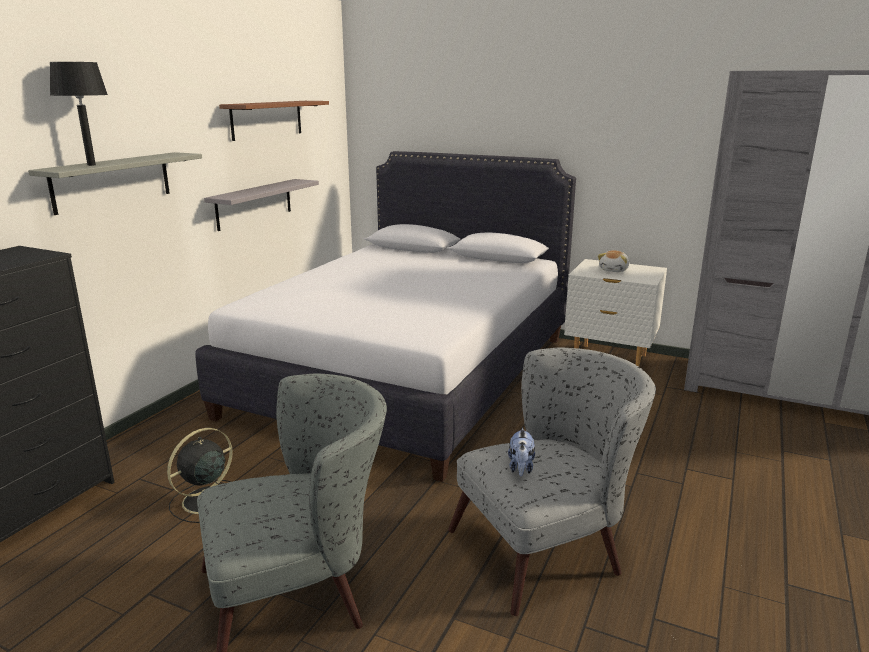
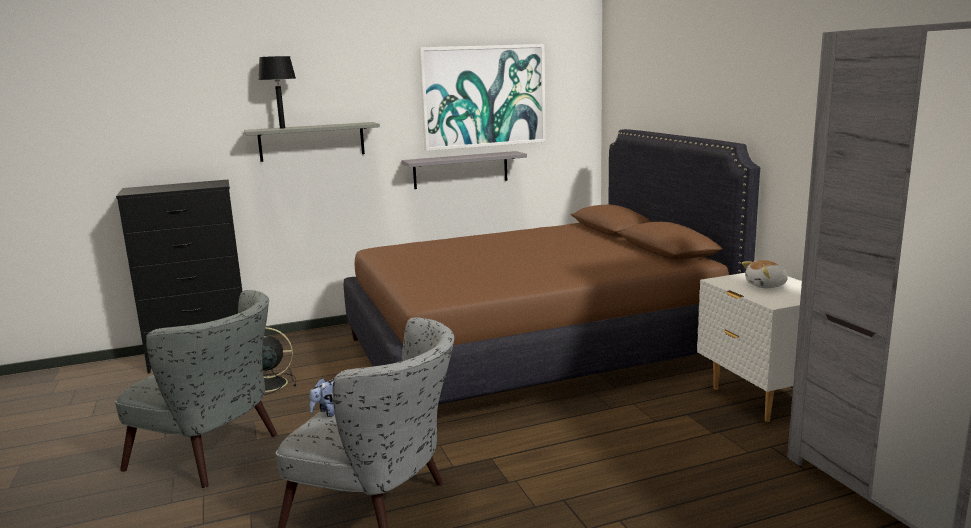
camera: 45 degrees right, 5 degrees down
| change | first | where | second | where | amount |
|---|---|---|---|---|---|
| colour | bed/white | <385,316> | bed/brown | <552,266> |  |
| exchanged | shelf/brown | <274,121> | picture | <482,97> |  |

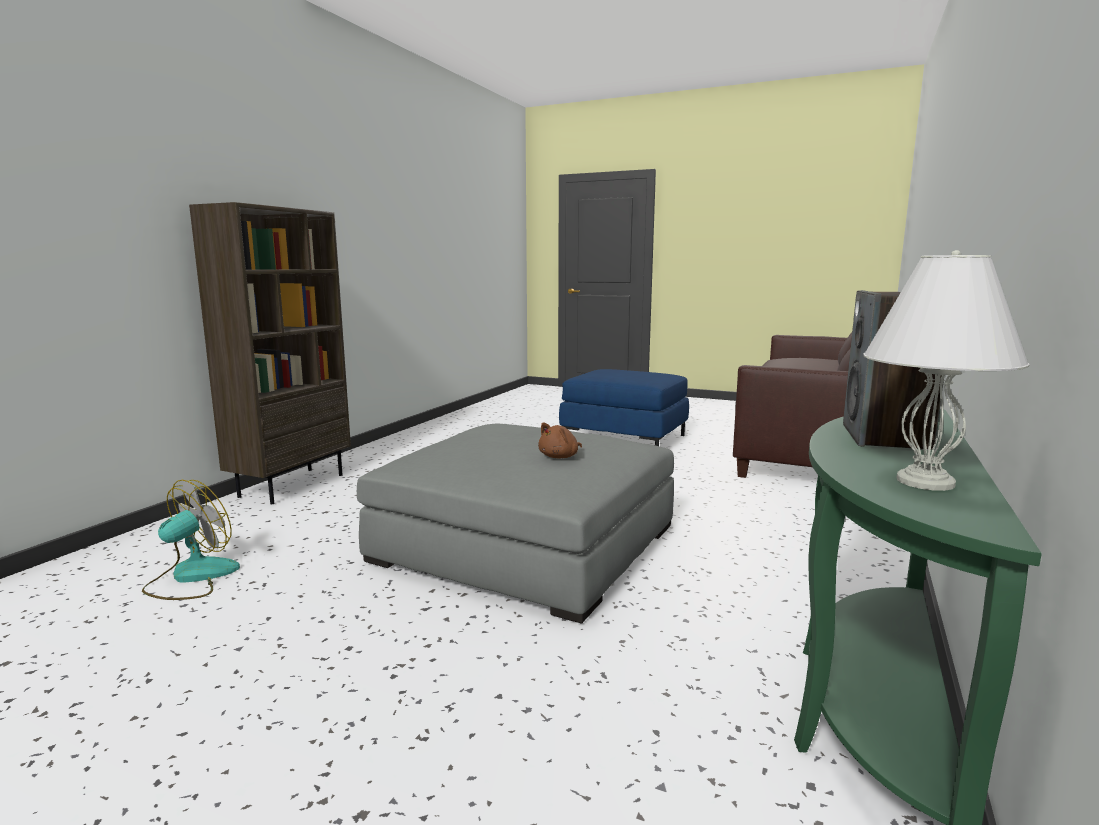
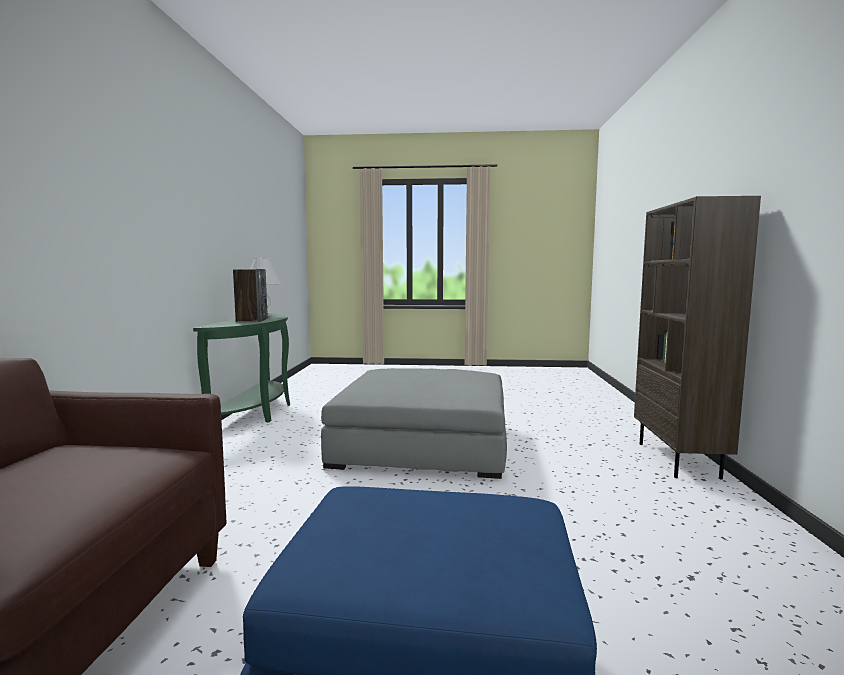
camera: 160 degrees right, 5 degrees down
| change | first | where | second | where | amount |
|---|---|---|---|---|---|
| missing | fan | <191,540> |  |  |  |
| missing | plush toy/brown | <560,440> |  |  |  |

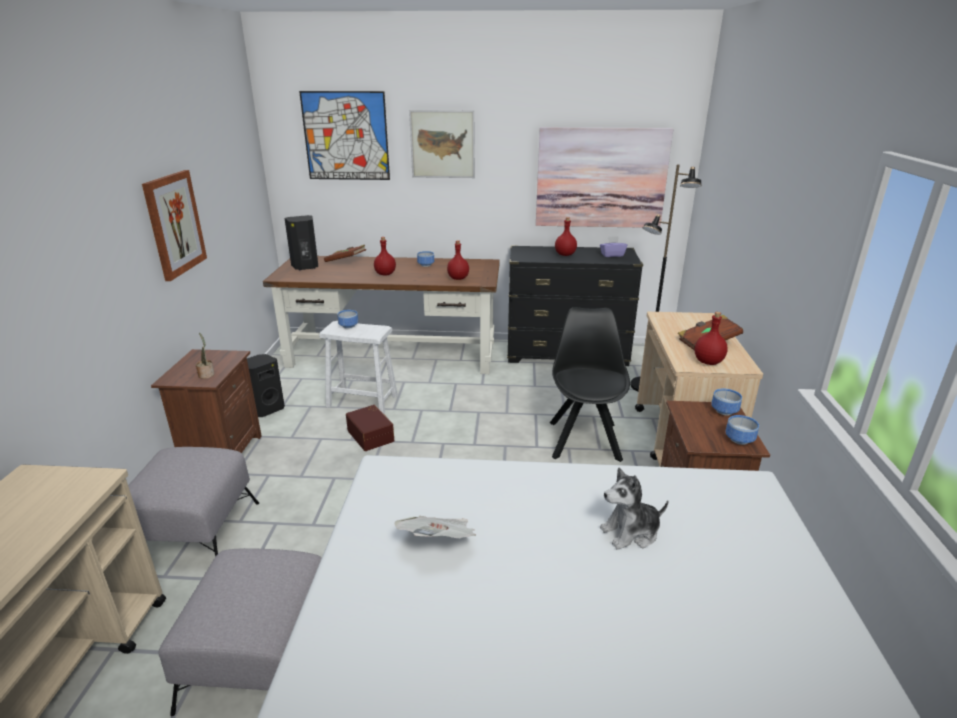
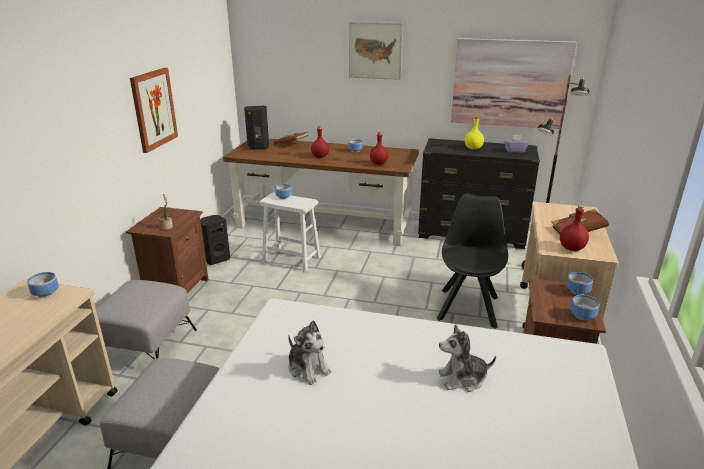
camera: 10 degrees right, 0 degrees up
| change | first | where | second | where | amount |
|---|---|---|---|---|---|
| missing | picture | <344,135> |  |  |  |
| missing | storage box/brown | <370,428> |  |  |  |
| exchanged | newspaper | <435,527> | plush toy | <310,353> |  |
| colour | bottle/red | <566,236> | bottle/yellow | <474,133> |  |
| appeared |  |  | bowl | <43,285> |  |

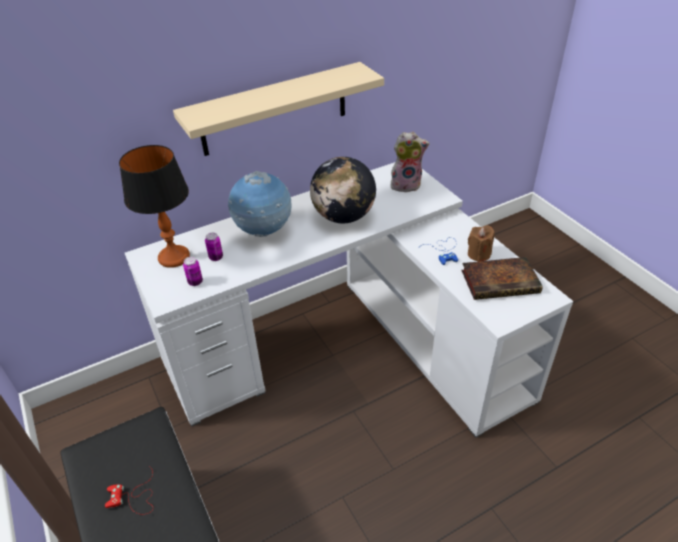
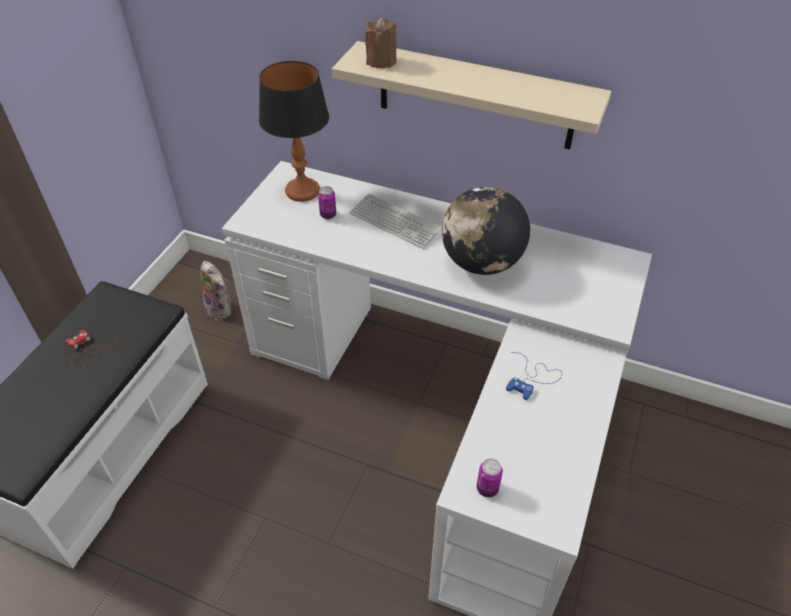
camera: 50 degrees right, 5 degrees up
| change | first | where | second | where | amount |
|---|---|---|---|---|---|
| relocated | can | <193,271> |  | <490,477> |  |
| exchanged | globe | <260,204> | keyboard | <395,221> |  |
| relocated | plush toy | <410,162> |  | <215,290> |  |
| missing | book | <502,278> |  |  |  |
| relocated | candle/brown | <481,243> |  | <381,42> |  |

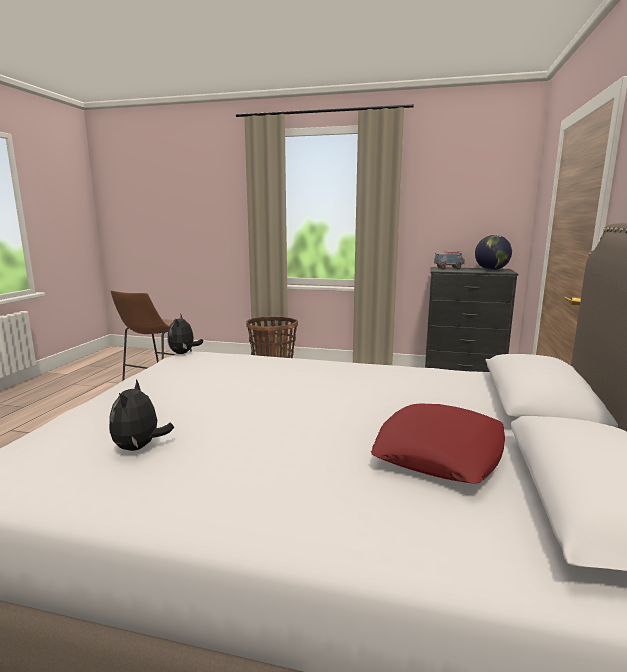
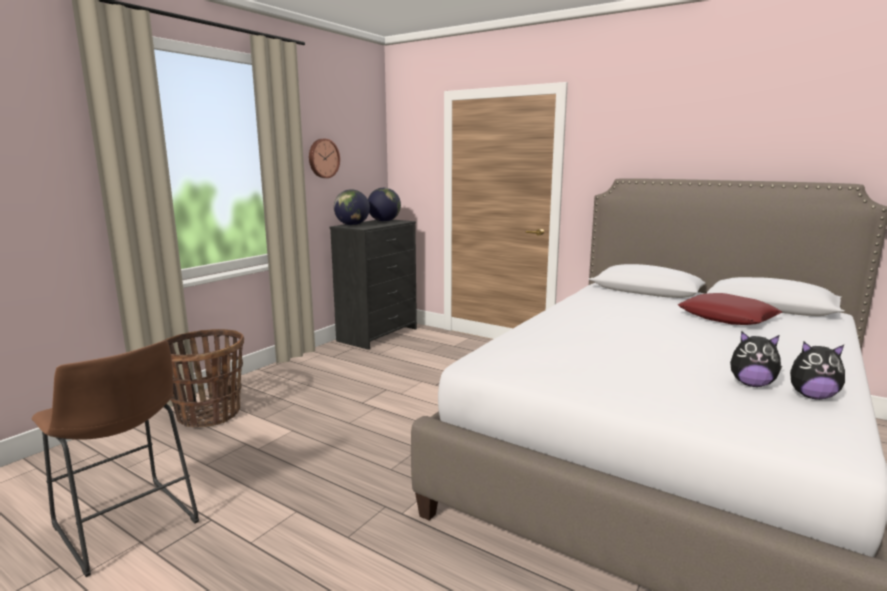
camera: 70 degrees left, 0 degrees up
| change | first | where | second | where | amount |
|---|---|---|---|---|---|
| relocated | plush toy | <185,334> |  | <817,371> |  |
| exchanged | toy truck | <449,260> | globe | <352,207> |  |
| appeared |  |  | wall clock | <324,158> |  |

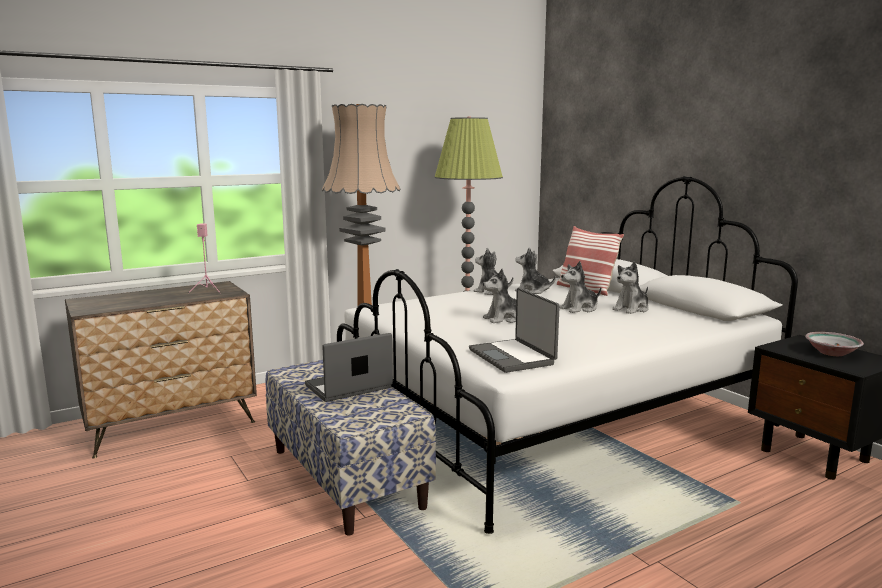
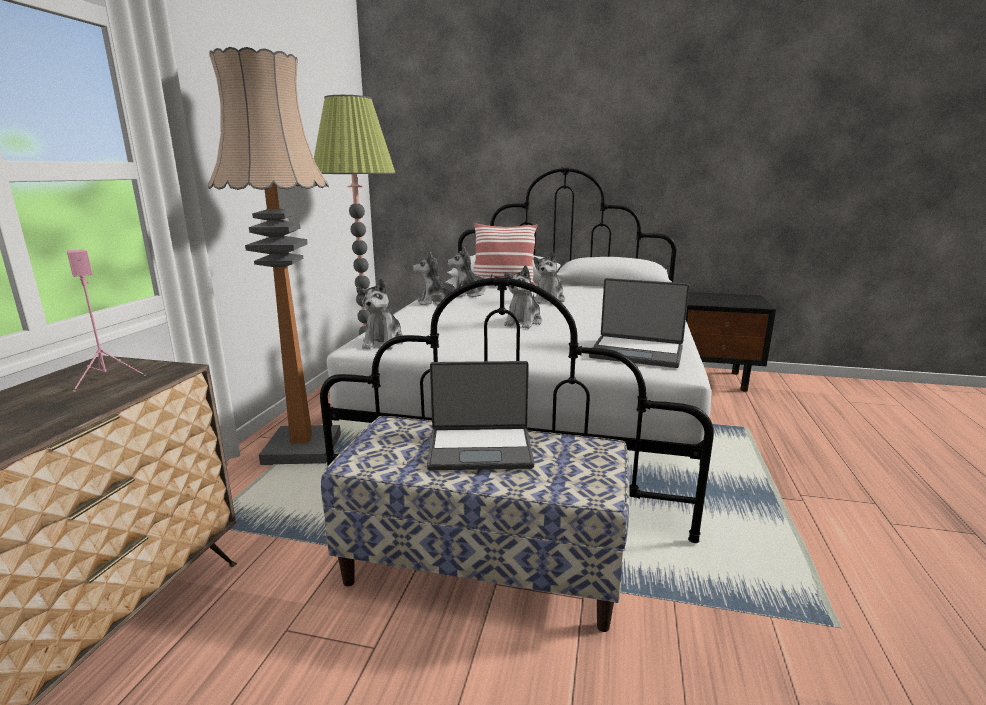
camera: 45 degrees left, 5 degrees up
| change | first | where | second | where | amount |
|---|---|---|---|---|---|
| spun | laptop | <349,367> |  | <480,415> | 105 degrees counterclockwise |
| relocated | plush toy | <630,287> |  | <379,314> |  |
| missing | bowl | <834,344> |  |  |  |

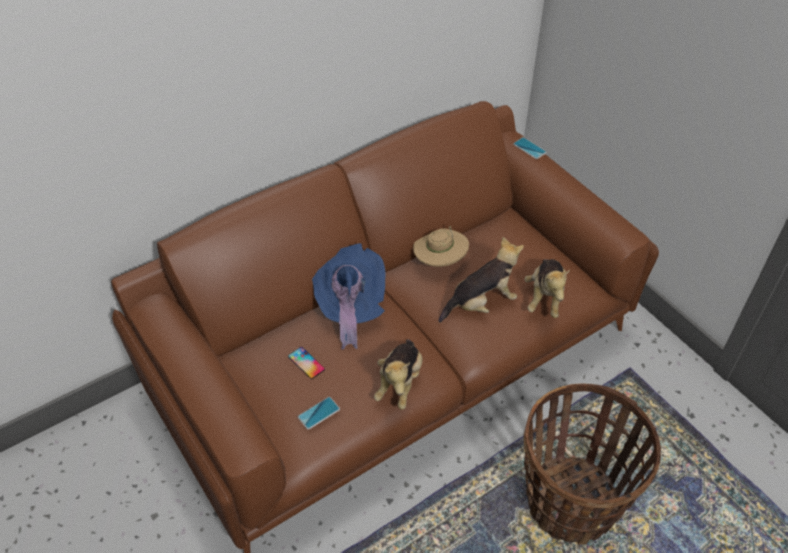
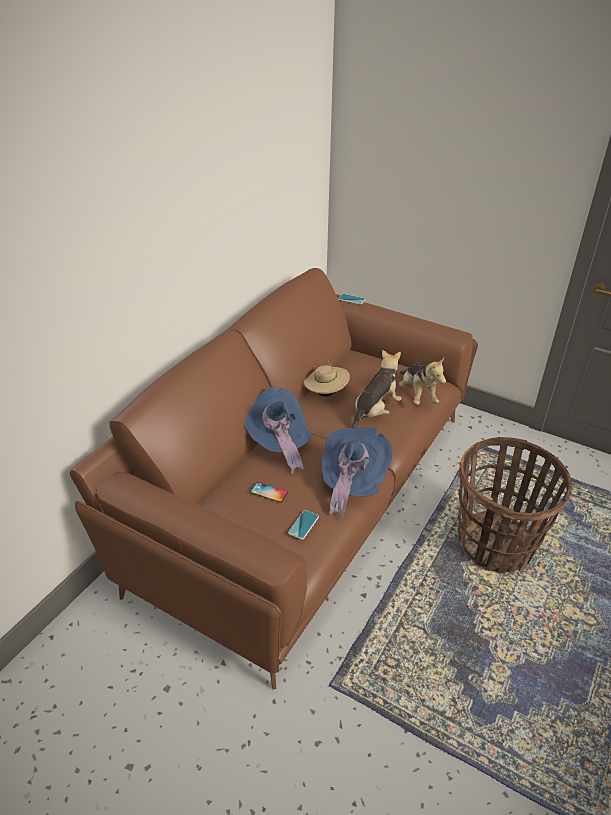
camera: 25 degrees left, 10 degrees down
| change | first | where | second | where | amount |
|---|---|---|---|---|---|
| exchanged | plush toy | <398,374> | hat/blue | <357,472> |  |

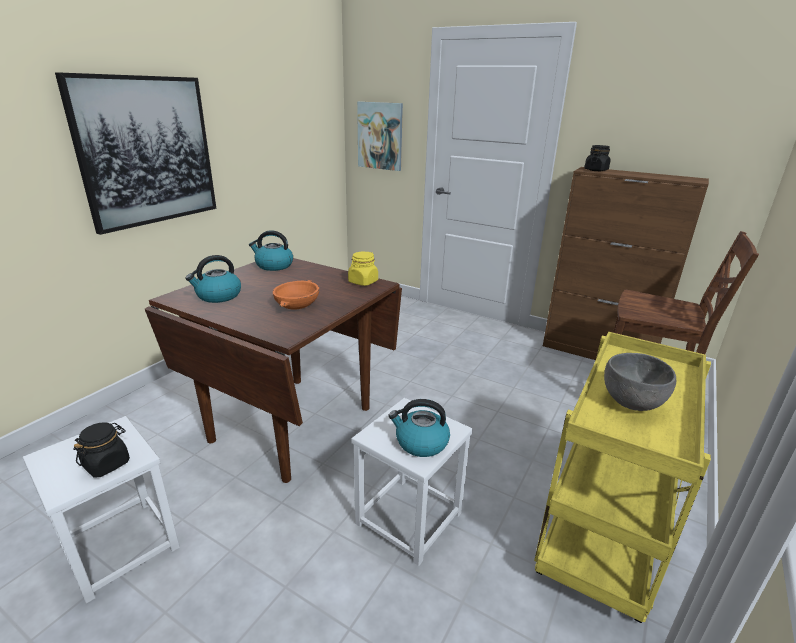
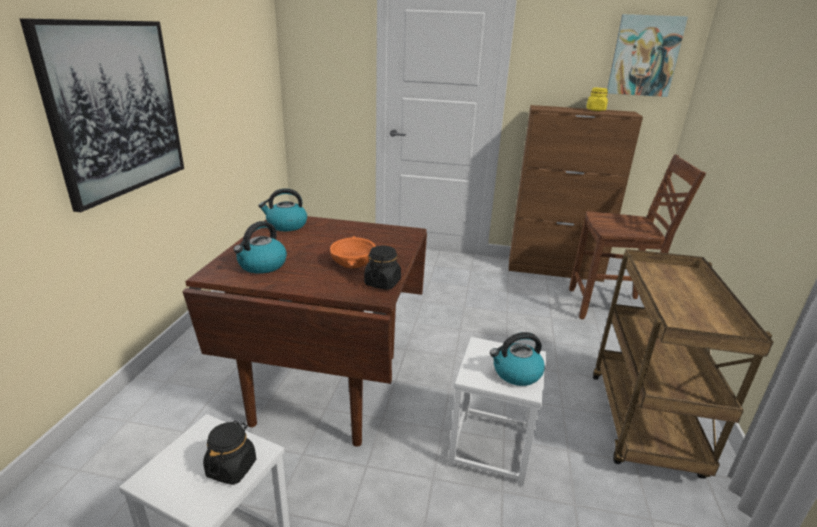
camera: 20 degrees left, 0 degrees up
| change | first | where | second | where | amount |
|---|---|---|---|---|---|
| relocated | jar/yellow | <363,269> |  | <597,99> |  |
| relocated | picture | <380,136> |  | <647,55> |  |
| colour | cart/yellow | <622,477> | cart/brown | <683,364> |  |
| relocated | jar/black | <597,158> |  | <382,268> |  |
| missing | bowl/grey | <640,382> |  |  |  |

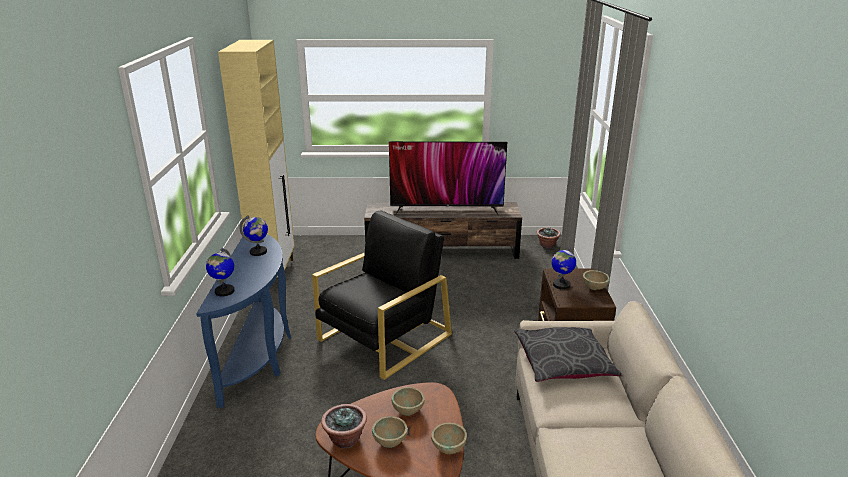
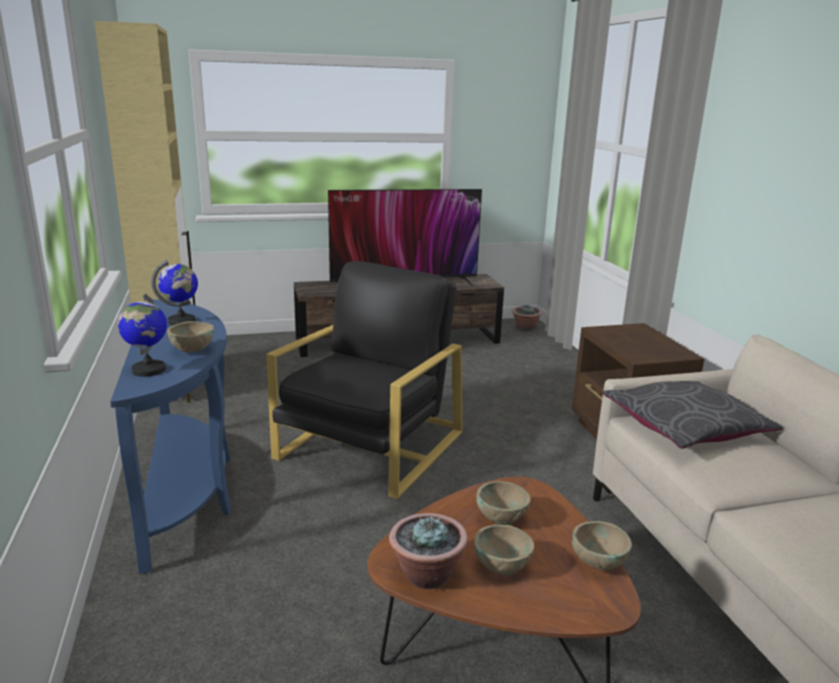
camera: 15 degrees left, 5 degrees down
| change | first | where | second | where | amount |
|---|---|---|---|---|---|
| missing | globe | <563,268> |  |  |  |
| relocated | bowl/beige | <596,280> |  | <190,336> |  |

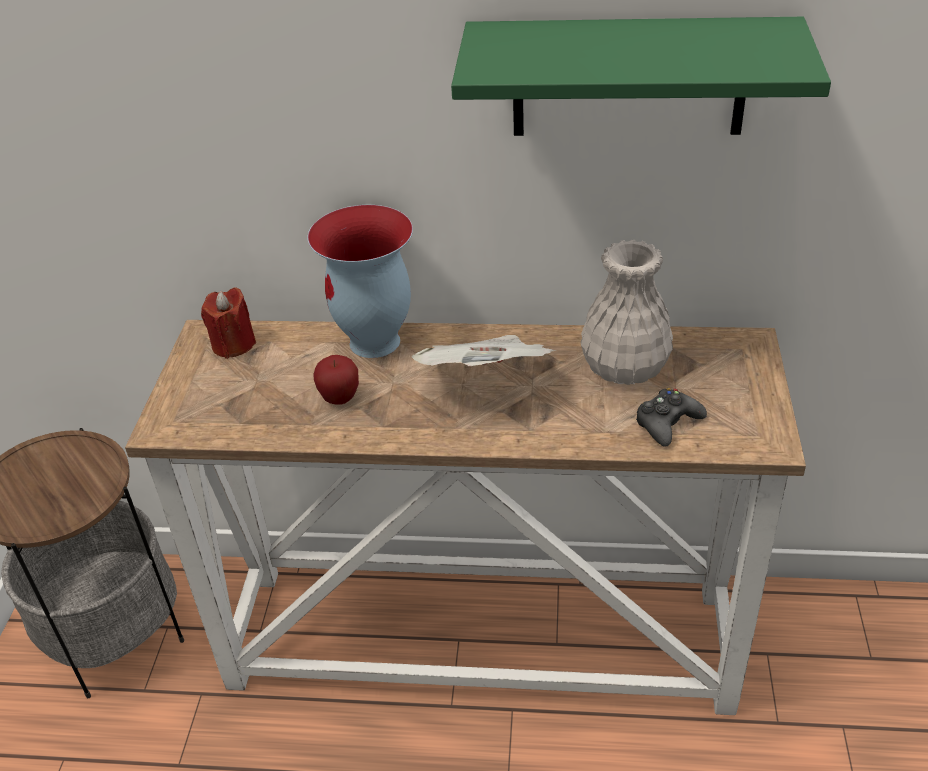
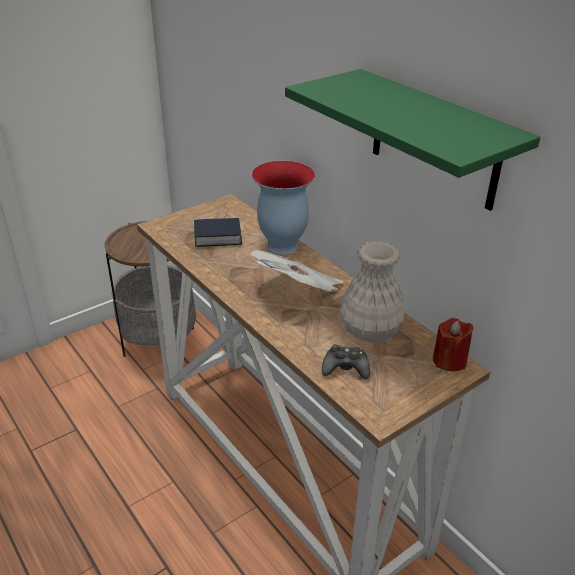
camera: 45 degrees right, 5 degrees down
| change | first | where | second | where | amount |
|---|---|---|---|---|---|
| relocated | candle/red | <228,323> |  | <453,345> |  |
| missing | apple | <336,379> |  |  |  |
| appeared |  |  | book | <218,232> |  |

